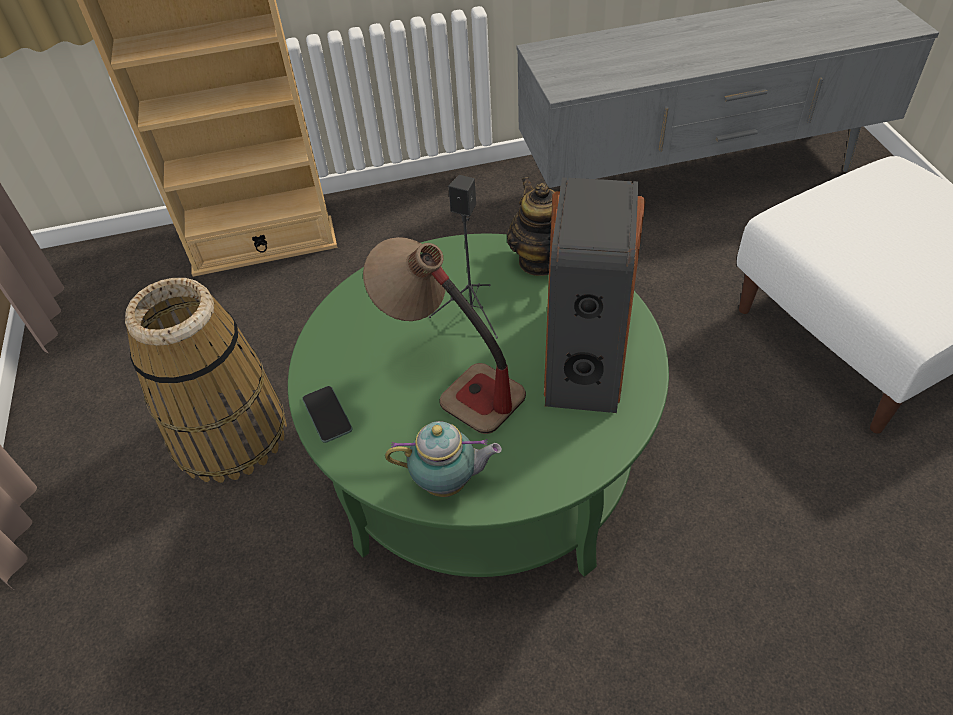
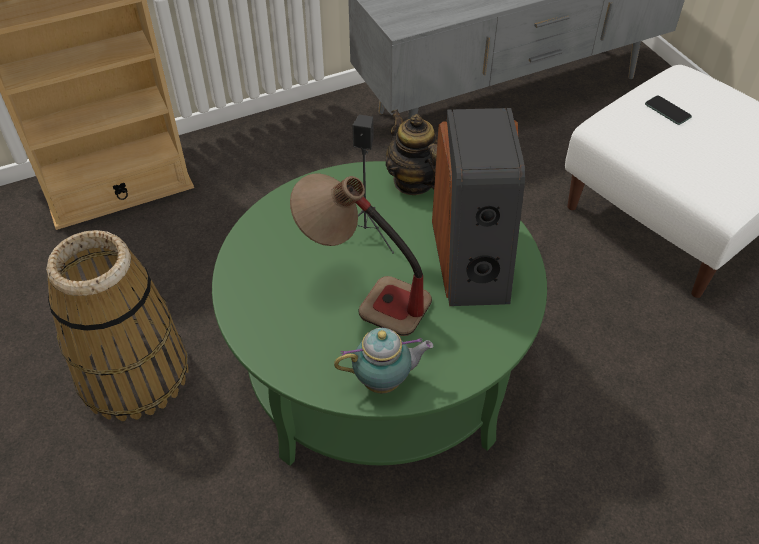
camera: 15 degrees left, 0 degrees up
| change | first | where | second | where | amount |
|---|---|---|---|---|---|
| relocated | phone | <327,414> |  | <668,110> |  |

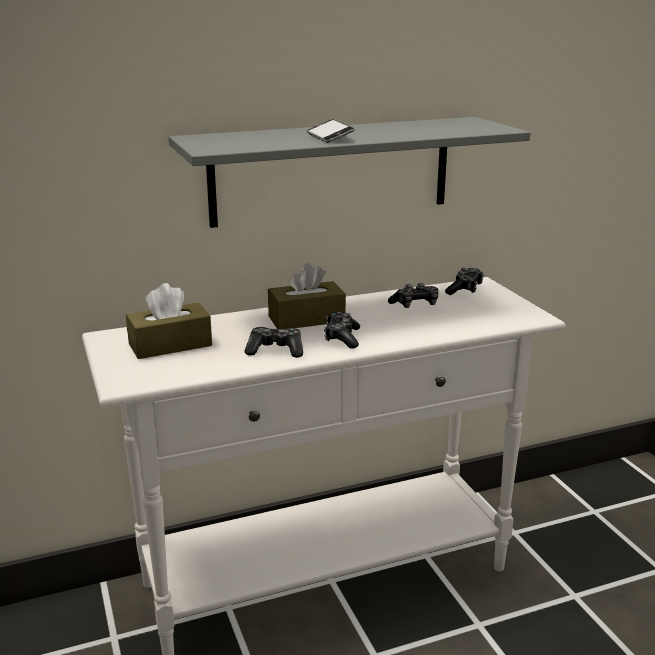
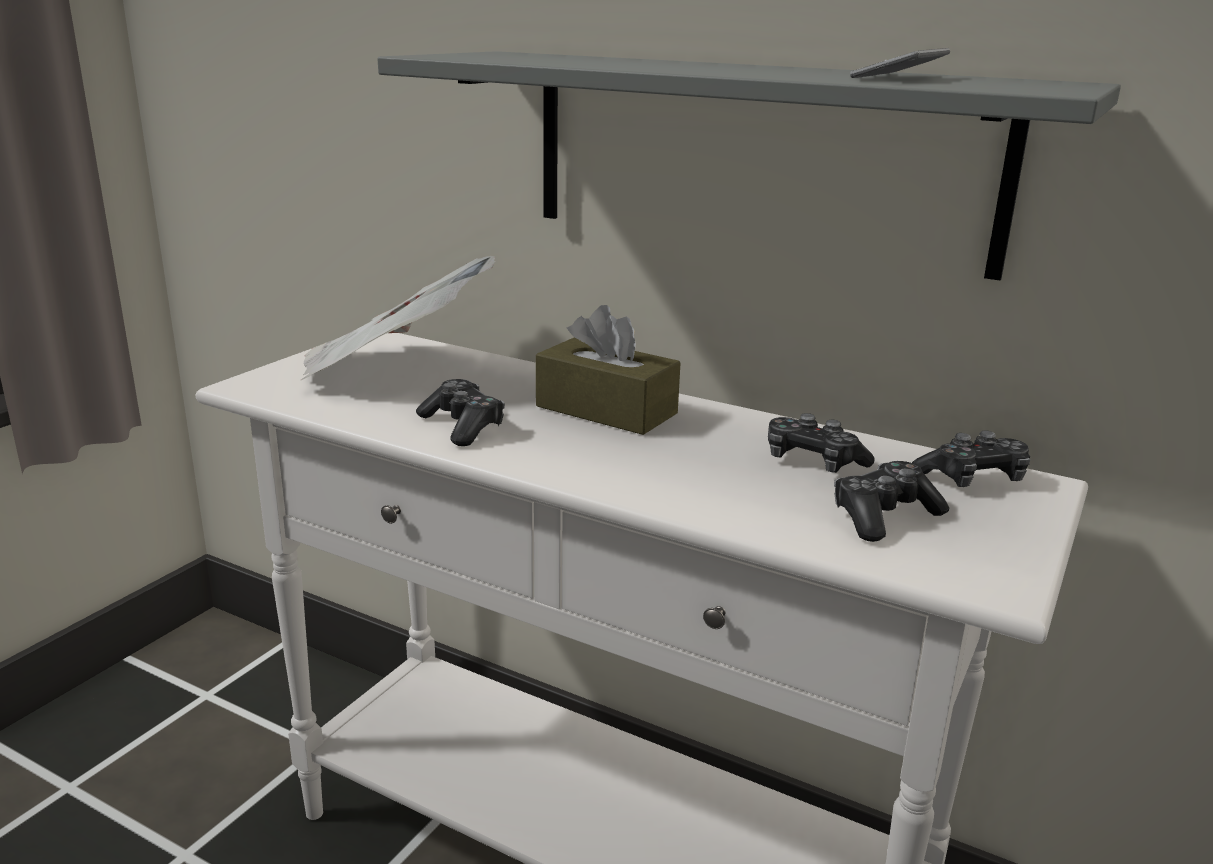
camera: 50 degrees right, 0 degrees up
| change | first | where | second | where | amount |
|---|---|---|---|---|---|
| exchanged | tissue box/brown | <169,321> | newspaper | <398,318> |  |
| relocated | phone | <330,131> |  | <900,63> |  |
| relocated | game controller | <342,330> |  | <891,501> |  |

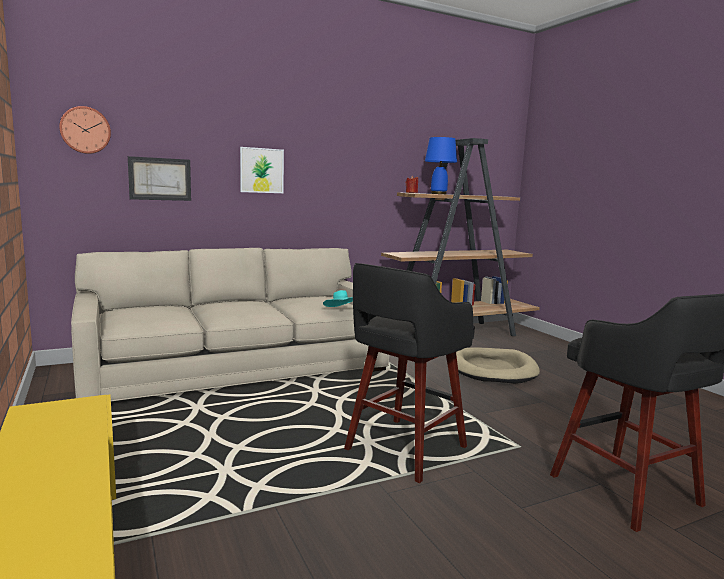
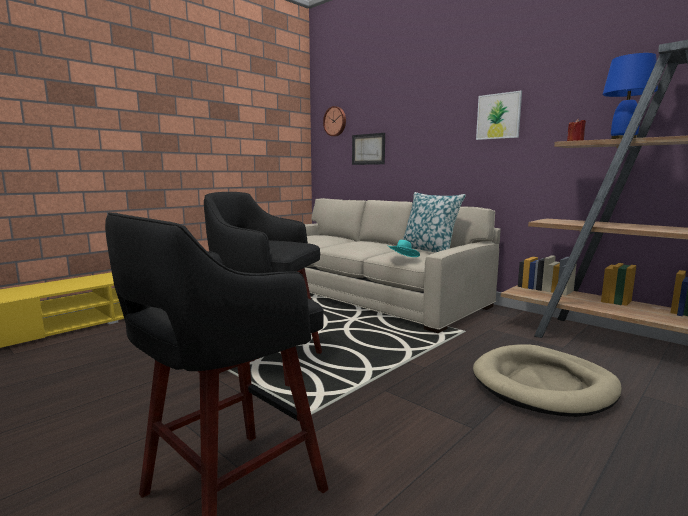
camera: 70 degrees right, 0 degrees up
| change | first | where | second | where | amount |
|---|---|---|---|---|---|
| relocated | picture | <262,170> |  | <499,115> |  |
| appeared |  |  | pillow | <434,222> |  |

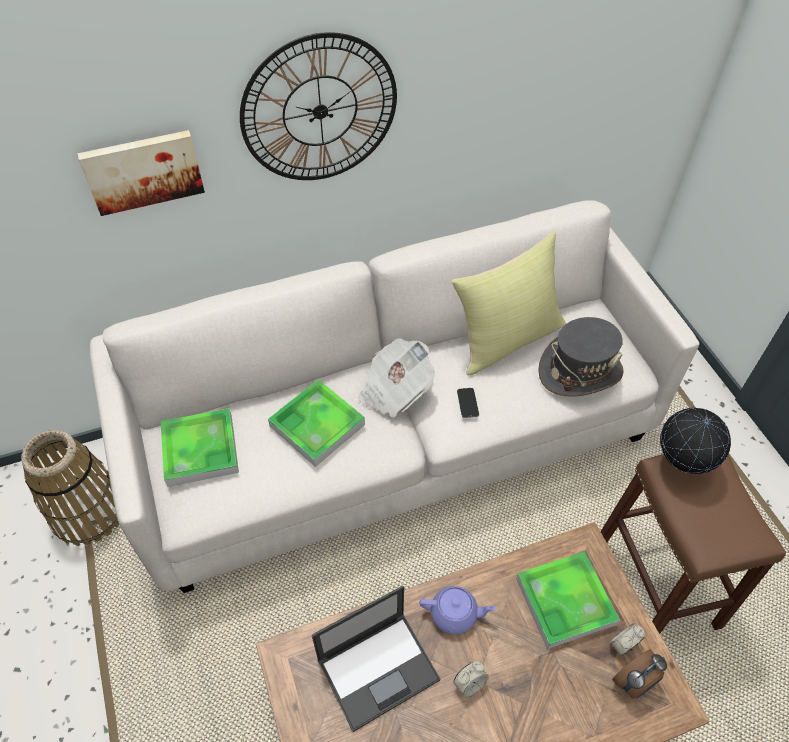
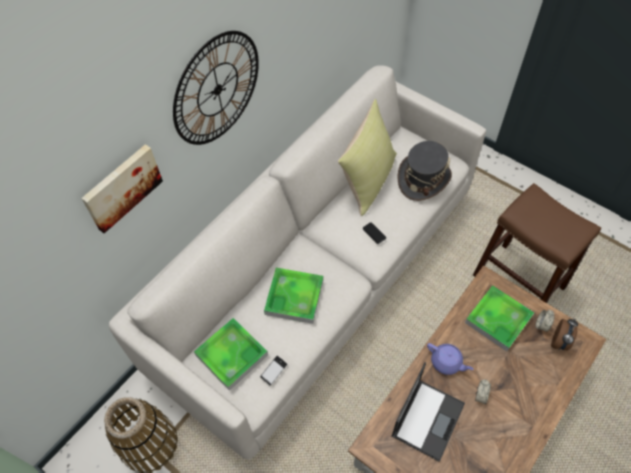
camera: 30 degrees left, 5 degrees up
| change | first | where | second | where | amount |
|---|---|---|---|---|---|
| missing | newspaper | <396,377> |  |  |  |
| spun | teapot/purple | <458,610> |  | <450,359> | 60 degrees clockwise |
| missing | globe | <695,441> |  |  |  |
| appeared |  |  | phone | <273,370> |  |

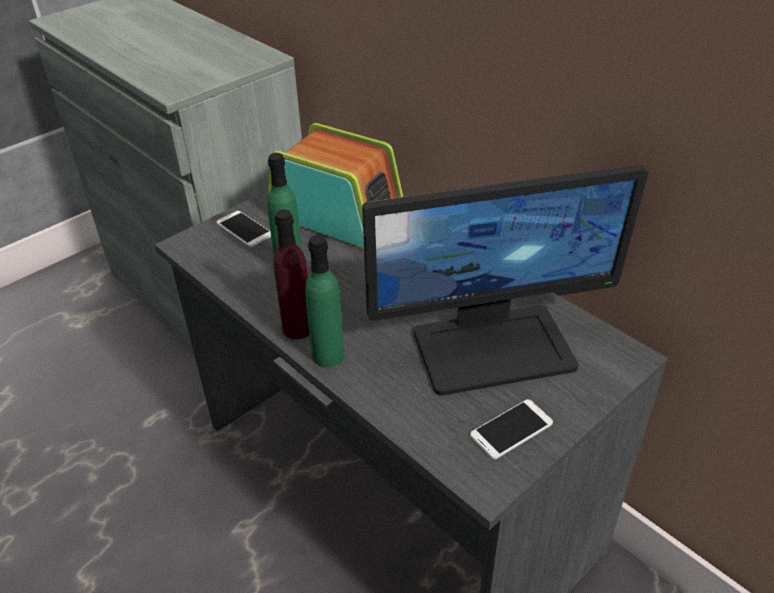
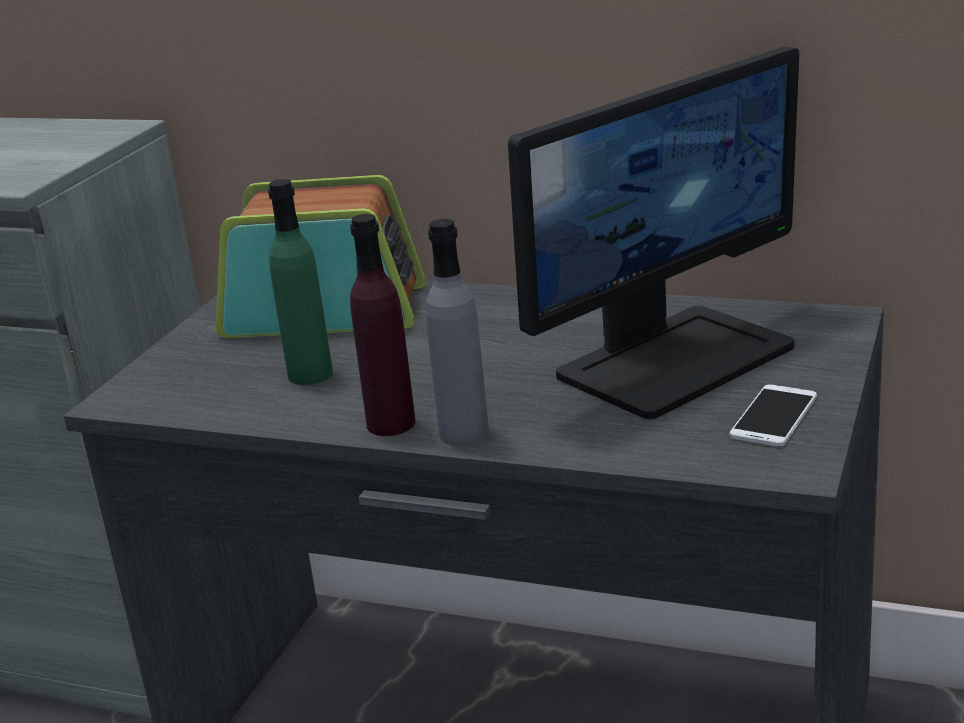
camera: 25 degrees left, 15 degrees down
| change | first | where | second | where | amount |
|---|---|---|---|---|---|
| missing | phone | <244,229> |  |  |  |
| colour | bottle/green | <325,301> | bottle/grey | <457,332> |  |

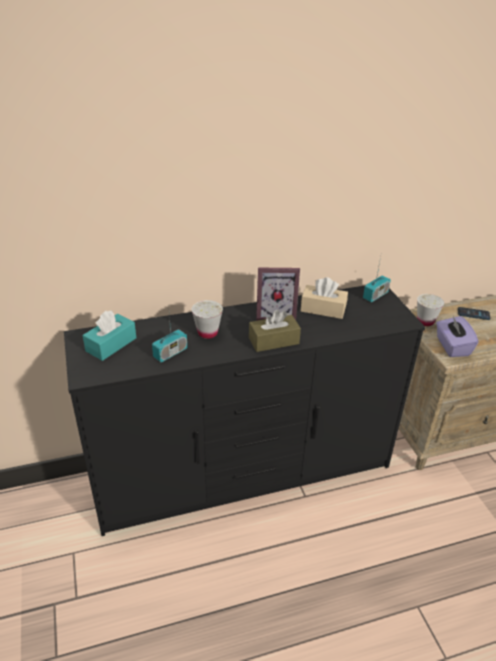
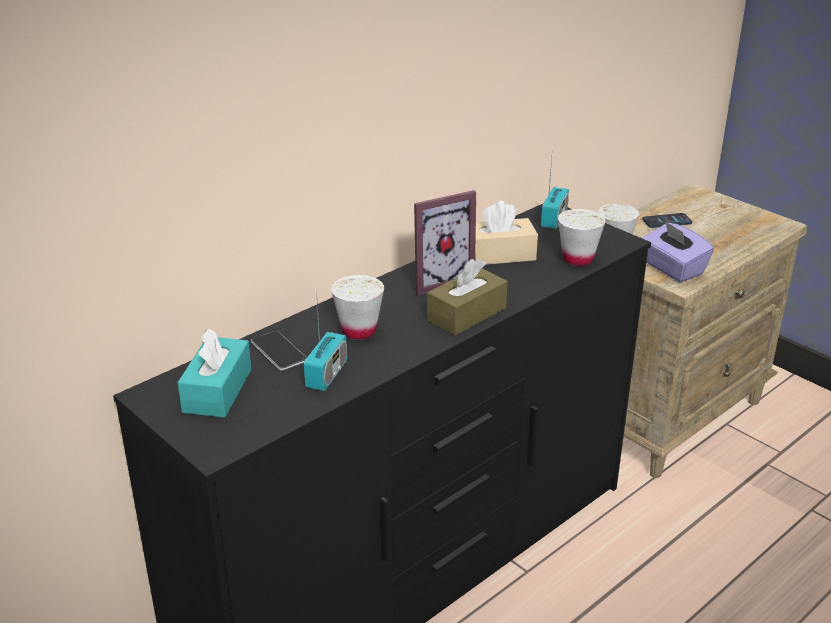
camera: 25 degrees left, 5 degrees down
| change | first | where | second | where | amount |
|---|---|---|---|---|---|
| appeared |  |  | phone | <279,350> |  |
| appeared |  |  | cup/white | <582,237> |  |

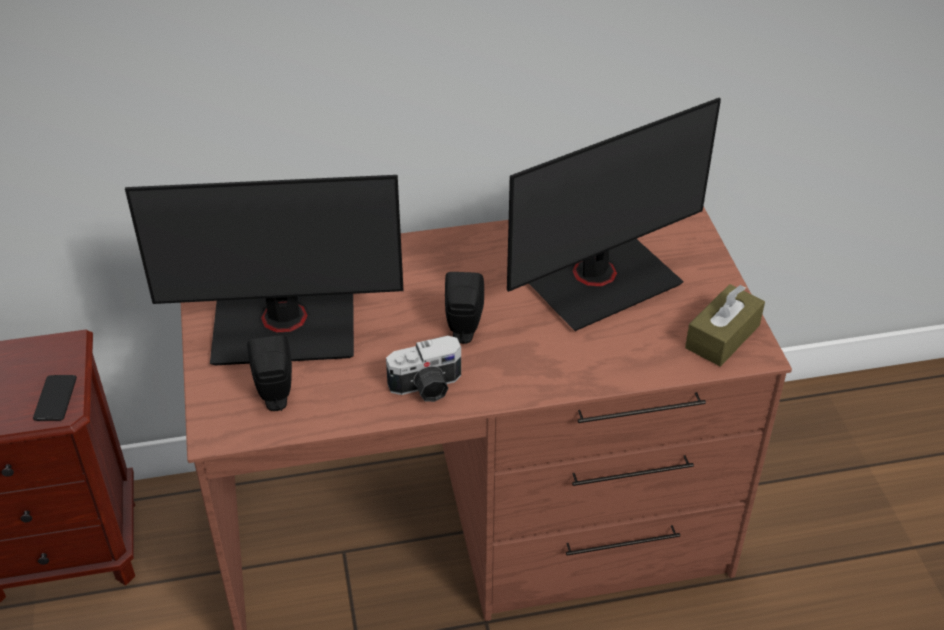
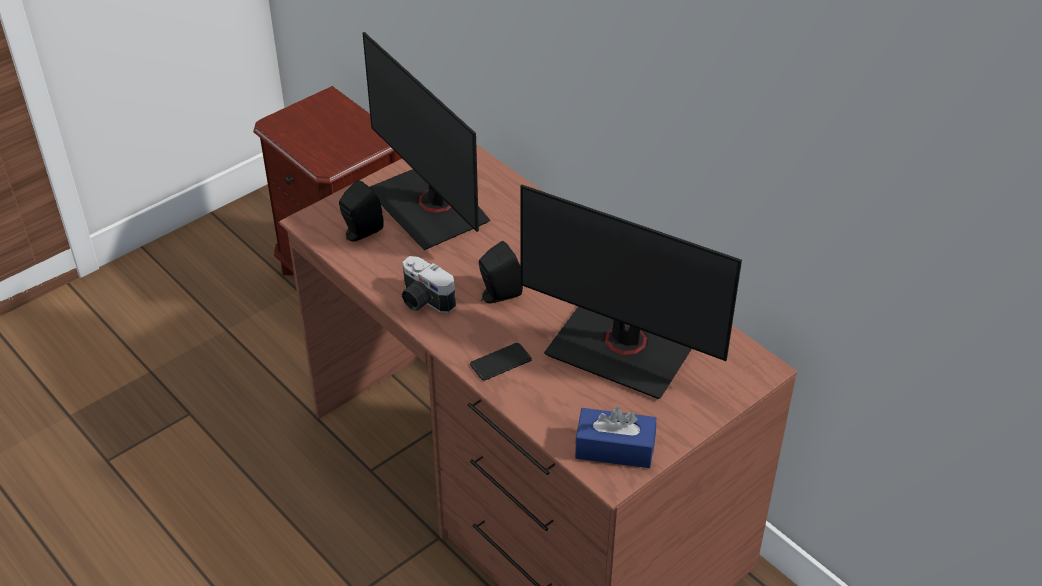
camera: 60 degrees right, 0 degrees up
| change | first | where | second | where | amount |
|---|---|---|---|---|---|
| relocated | phone | <55,398> |  | <501,362> |  |
| colour | tissue box/brown | <725,325> | tissue box/blue | <615,437> |  |

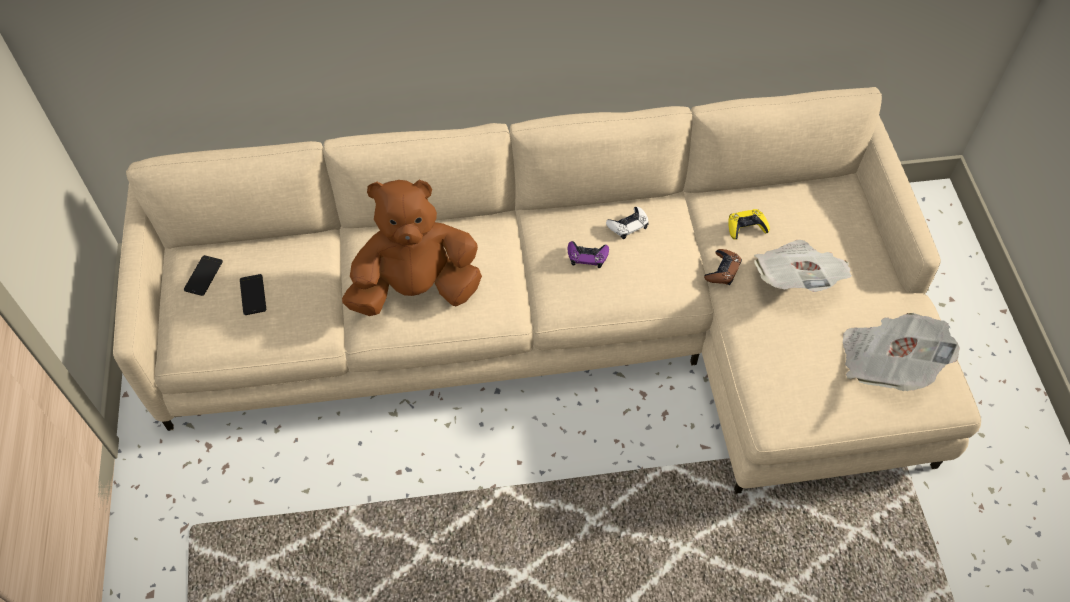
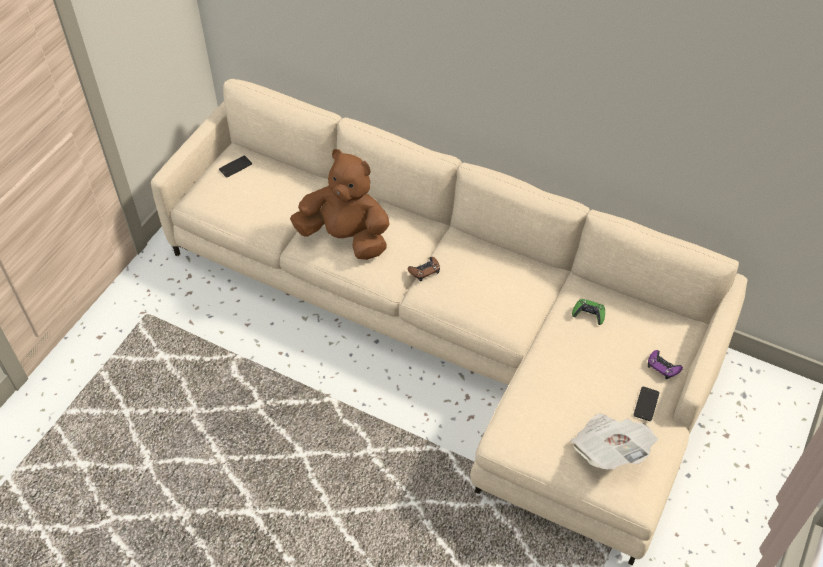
camera: 35 degrees right, 5 degrees down
| change | first | where | second | where | amount |
|---|---|---|---|---|---|
| relocated | phone | <253,294> |  | <647,403> |  |
| relocated | game controller/purple | <588,254> |  | <665,365> |  |
| missing | game controller/white | <627,223> |  |  |  |
| relocated | game controller/brown | <723,267> |  | <424,269> |  |
| colour | game controller/yellow | <749,224> | game controller/green | <588,312> |  |
| missing | newspaper | <803,266> |  |  |  |

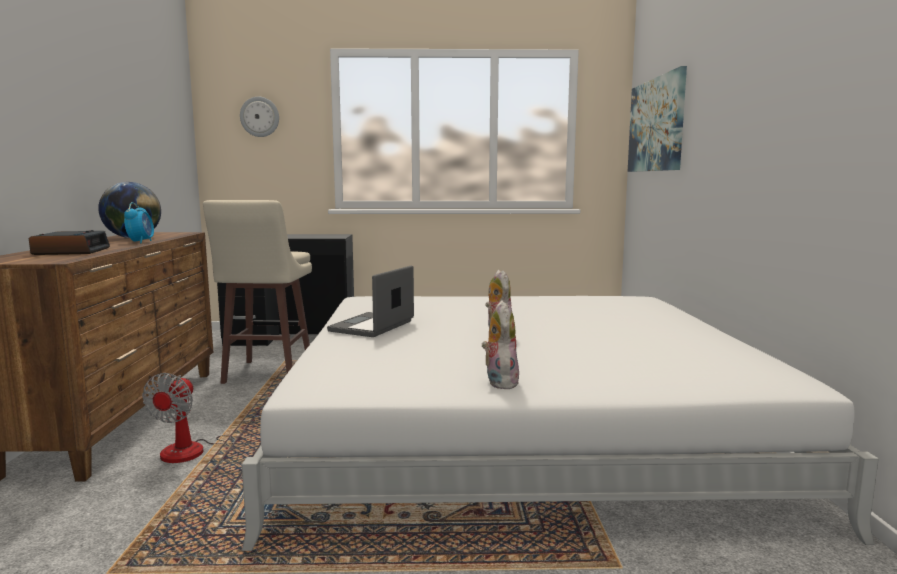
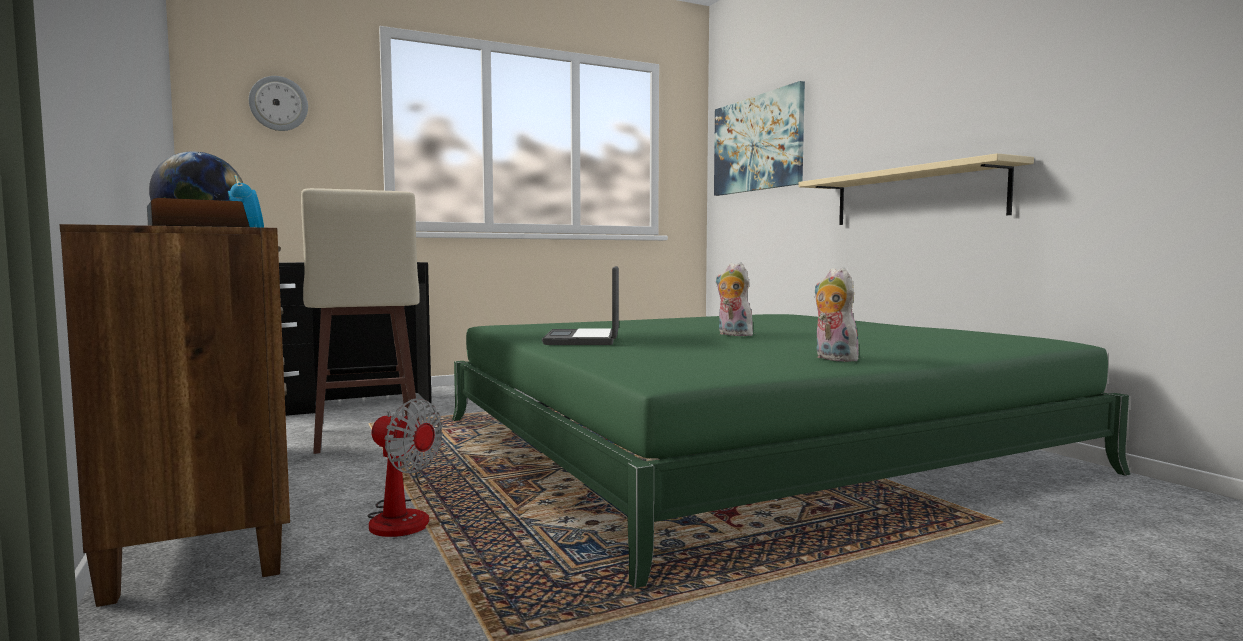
camera: 25 degrees left, 5 degrees down
| change | first | where | second | where | amount |
|---|---|---|---|---|---|
| spun | fan | <206,418> |  | <405,467> | 45 degrees counterclockwise |
| colour | bed/white | <560,423> | bed/green | <791,451> |  |
| appeared |  |  | shelf/beige | <916,189> |  |

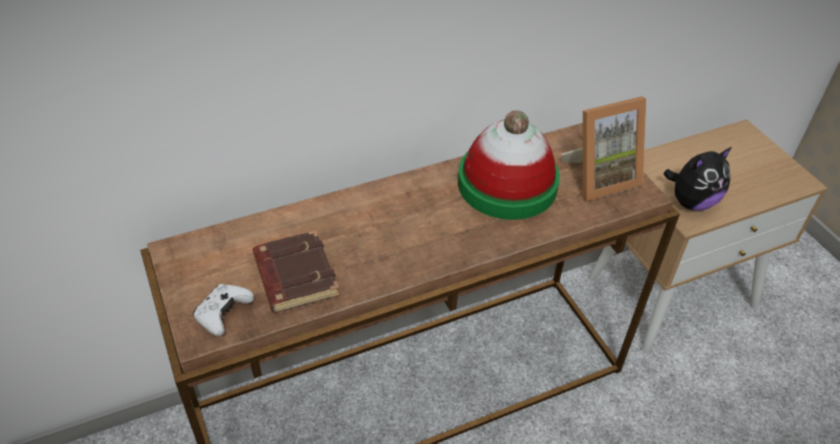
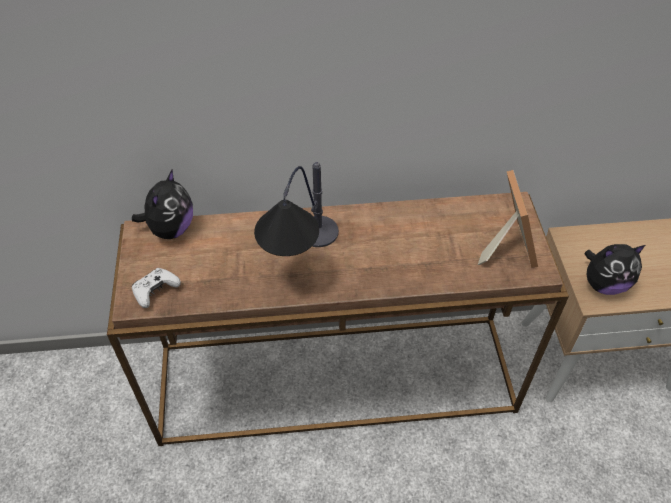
camera: 20 degrees right, 5 degrees up
| change | first | where | second | where | amount |
|---|---|---|---|---|---|
| missing | book/brown | <296,272> |  |  |  |
| missing | hat | <509,165> |  |  |  |
| spun | picture frame | <603,148> |  | <508,219> | 90 degrees counterclockwise |
| appeared |  |  | plush toy | <162,203> |  |
| appeared |  |  | table lamp | <296,209> |  |

